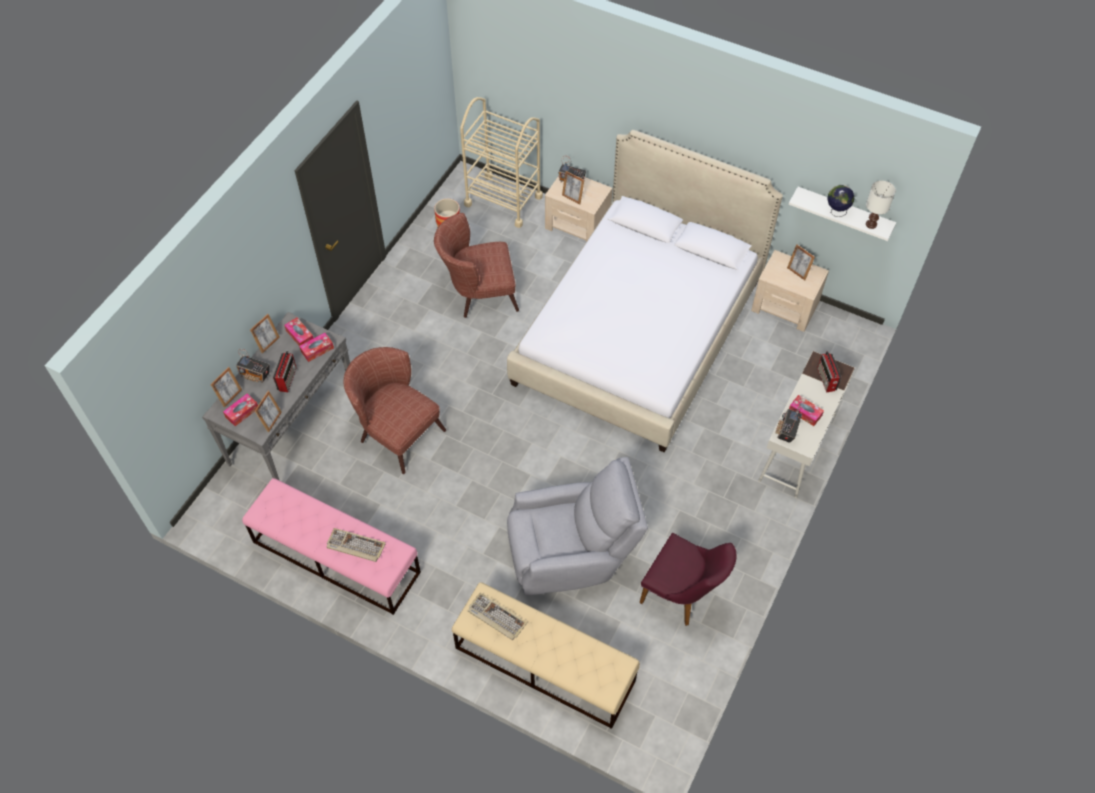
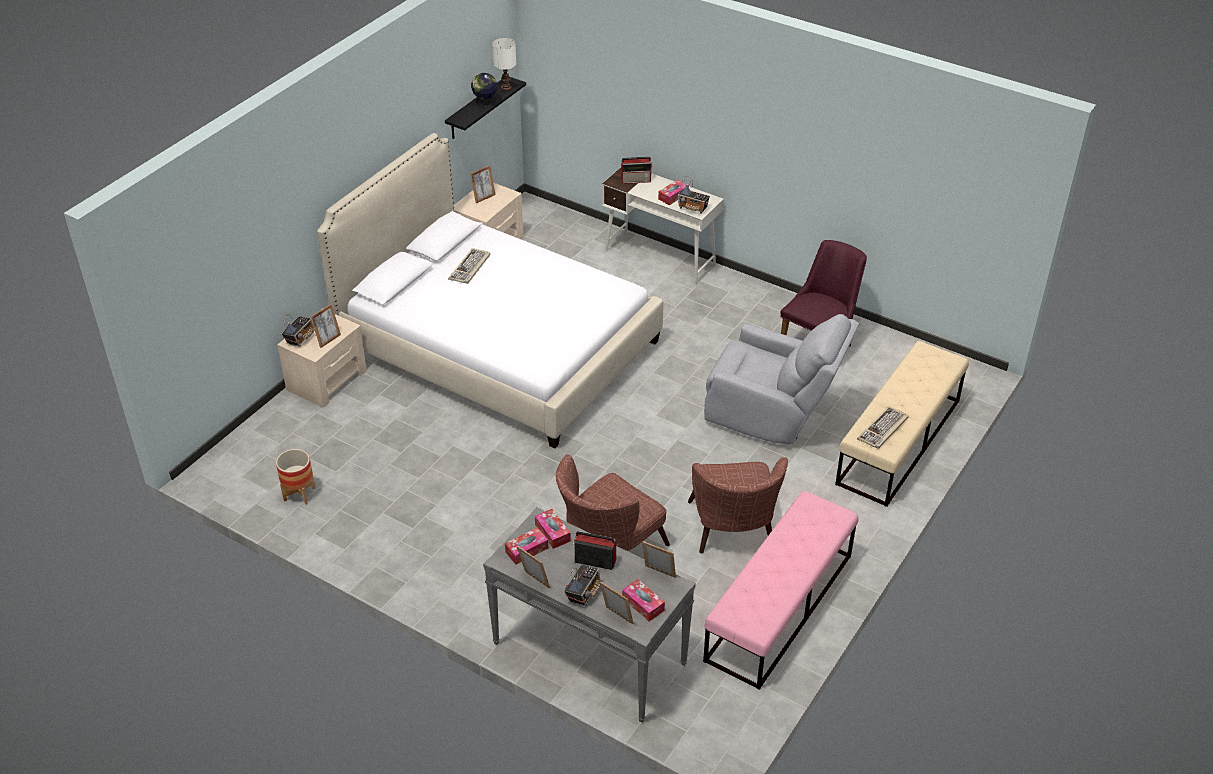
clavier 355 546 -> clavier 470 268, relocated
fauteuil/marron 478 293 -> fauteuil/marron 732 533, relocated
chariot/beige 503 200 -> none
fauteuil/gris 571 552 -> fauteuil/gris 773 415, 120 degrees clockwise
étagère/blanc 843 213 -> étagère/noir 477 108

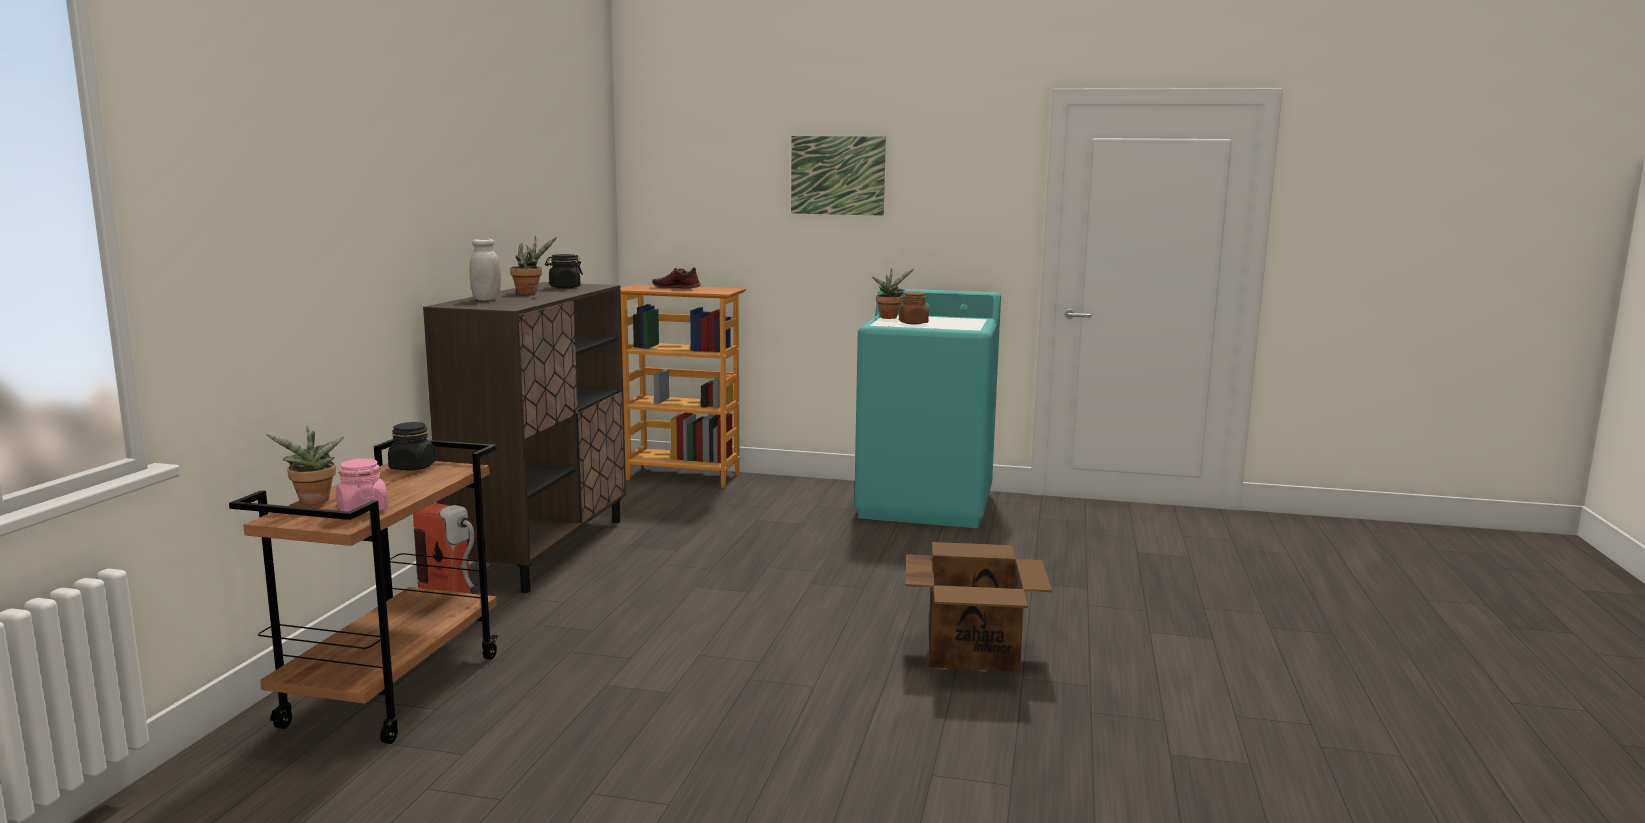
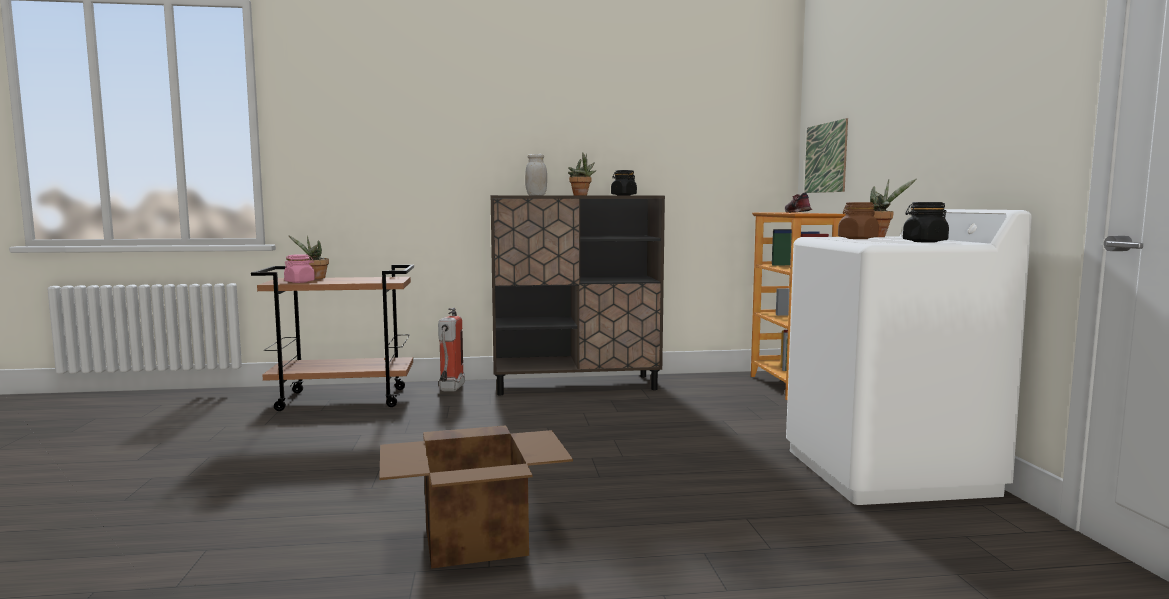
bocal/noir 412 467 -> bocal/noir 924 241, relocated
tableau 837 175 -> tableau 825 158, relocated
lave-linge/turquoise 926 505 -> lave-linge/blanc 888 472

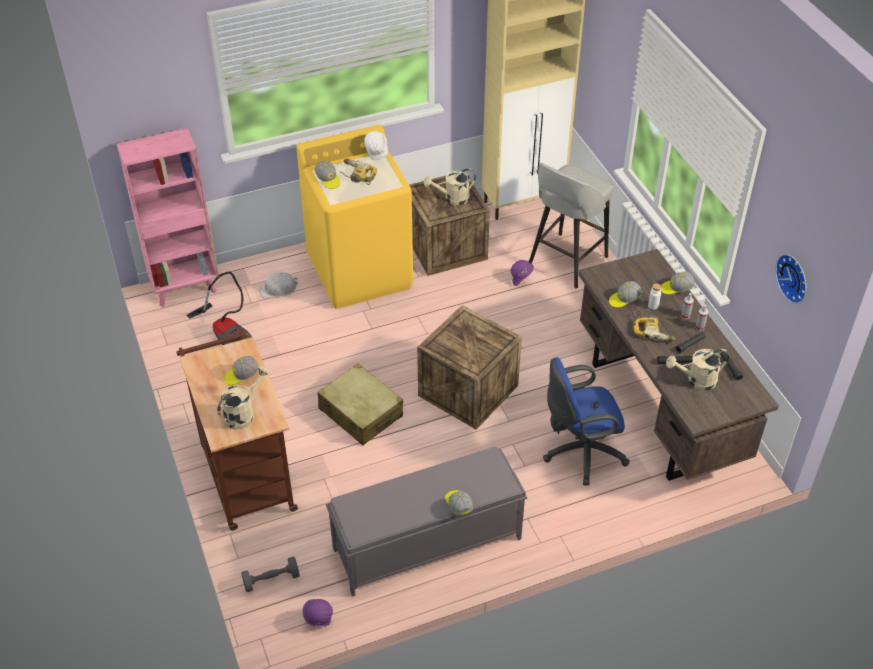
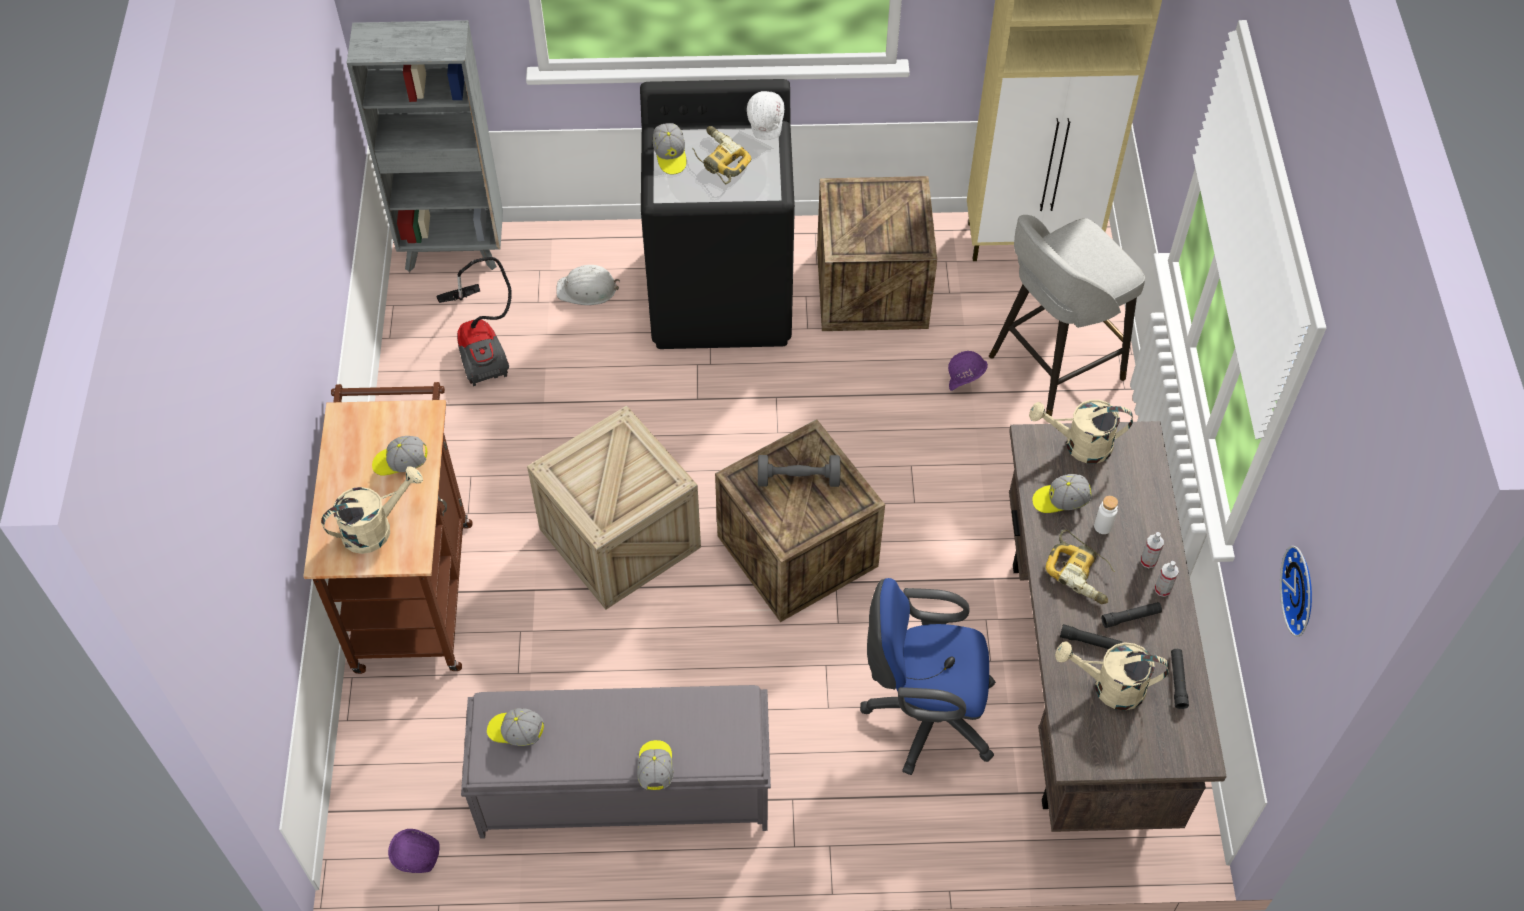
bibliothèque/rose 186 288 -> bibliothèque/gris 455 250
haltère/gris 271 580 -> haltère/gris 798 479, relocated
lave-linge/jaune 360 272 -> lave-linge/noir 722 295
valise/beige 360 413 -> caisse 620 538
arrosoir/beige 452 198 -> arrosoir/beige 1079 445, relocated
casquette 676 288 -> casquette 516 732, relocated

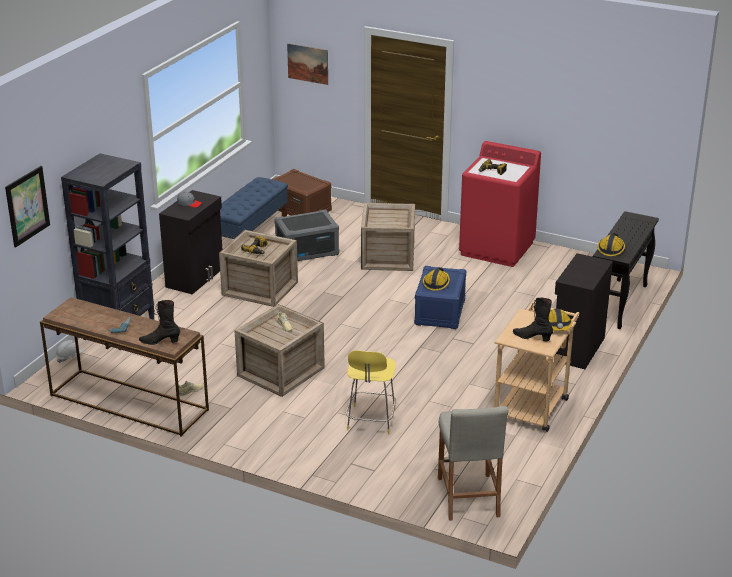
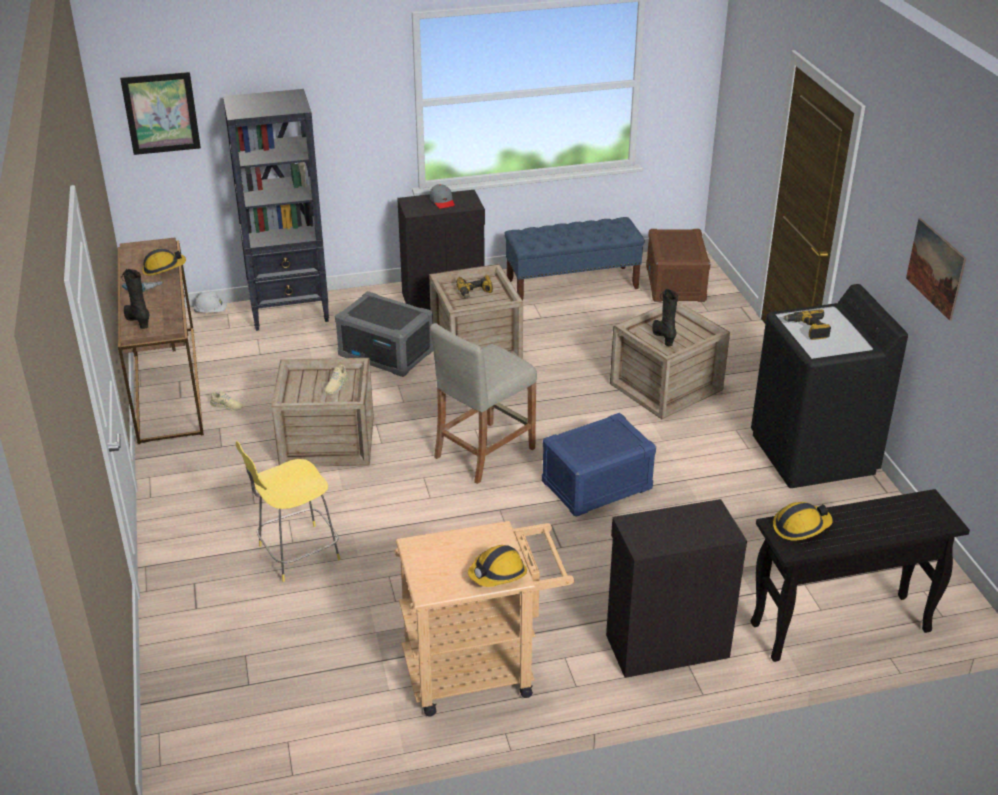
boîte de rangement/gris 307 250 -> boîte de rangement/gris 386 353, relocated
tableau 308 64 -> tableau 935 268, relocated
casque de chantier 436 283 -> casque de chantier 163 268, relocated
tabouret/beige 468 497 -> tabouret/beige 484 452, relocated
lave-linge/rouge 497 249 -> lave-linge/noir 813 454
botte/noir 532 337 -> botte/noir 663 337, relocated

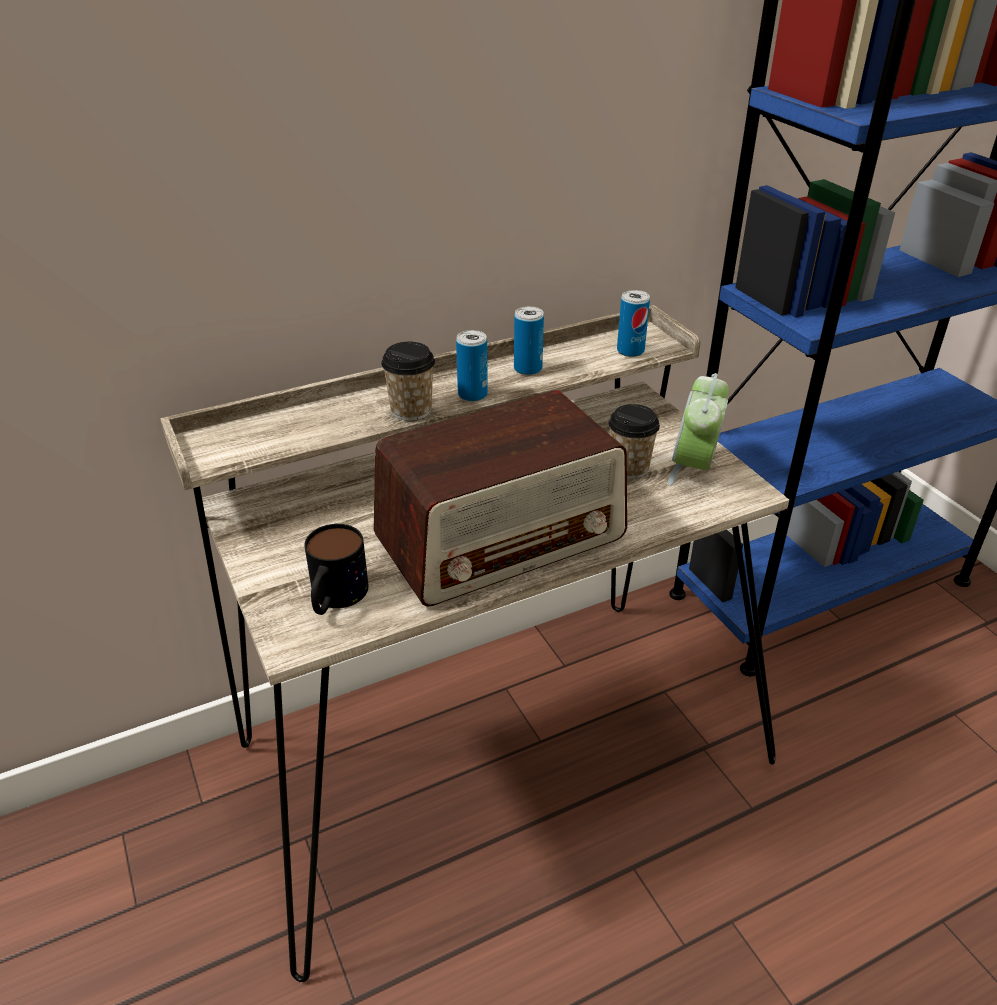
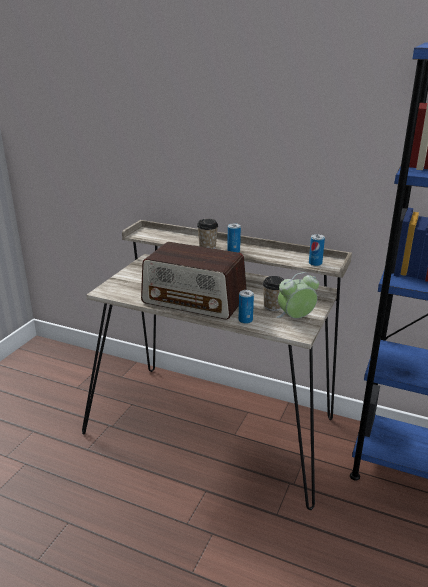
mug 334 598 -> none
boîte métallique 528 369 -> boîte métallique 245 320, relocated

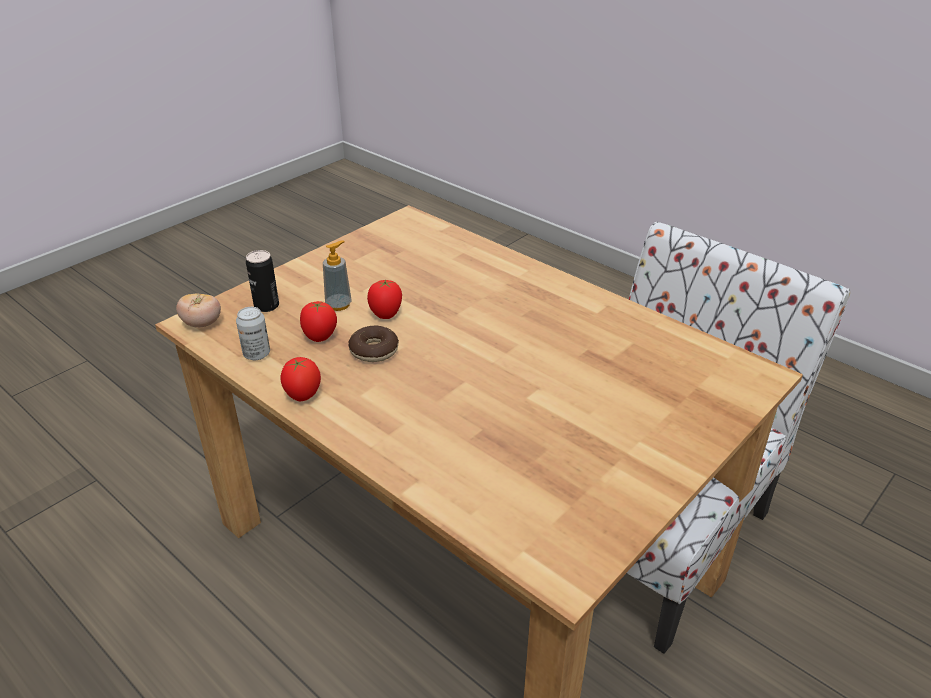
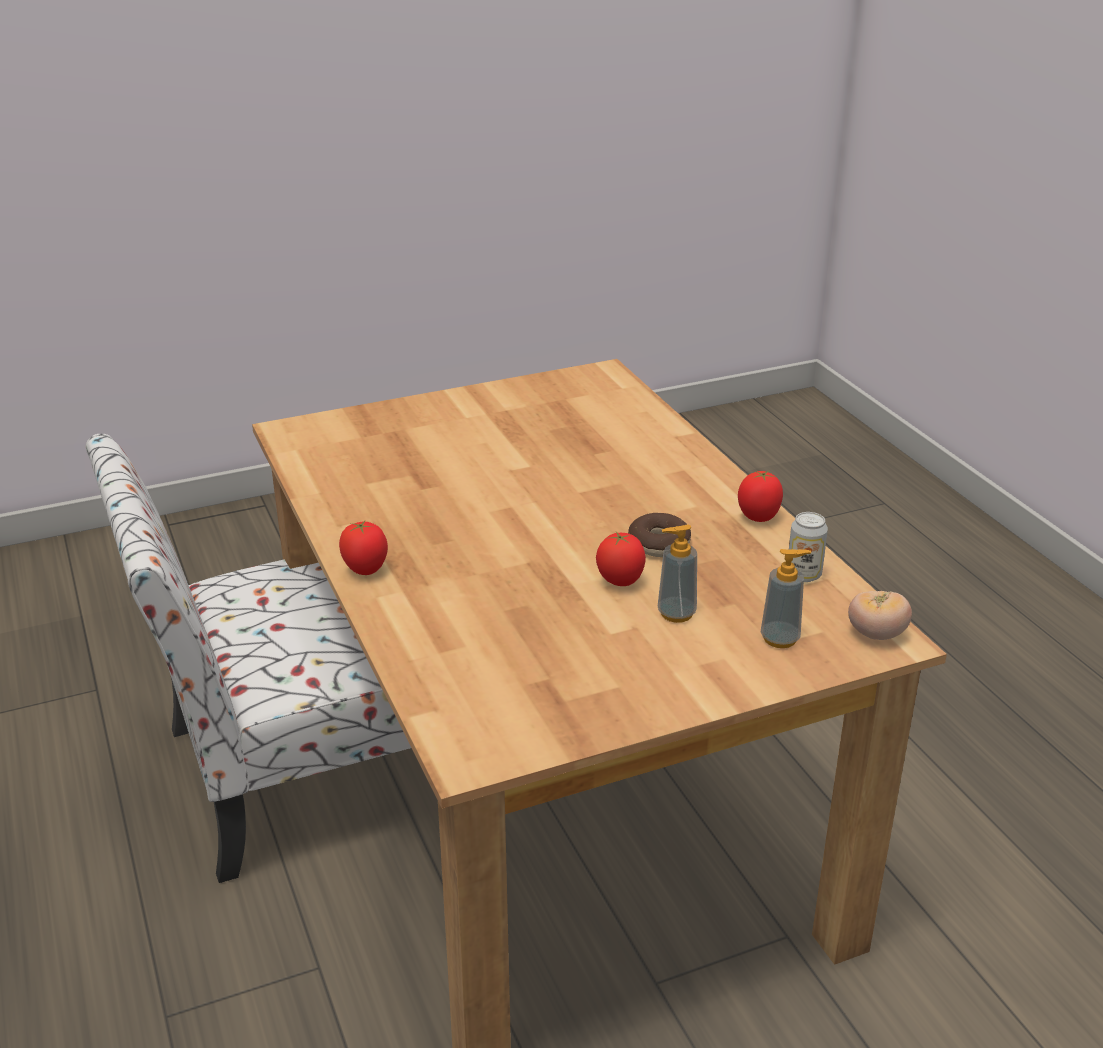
boîte métallique 266 306 -> distributeur de savon 780 638
tomate 320 338 -> tomate 366 570, relocated

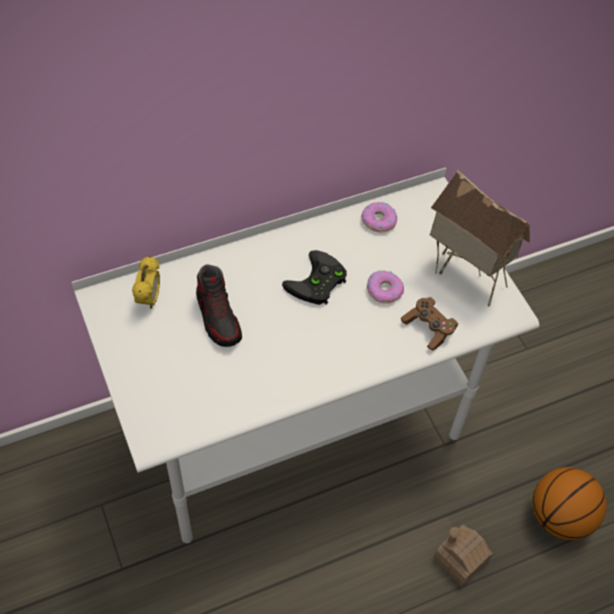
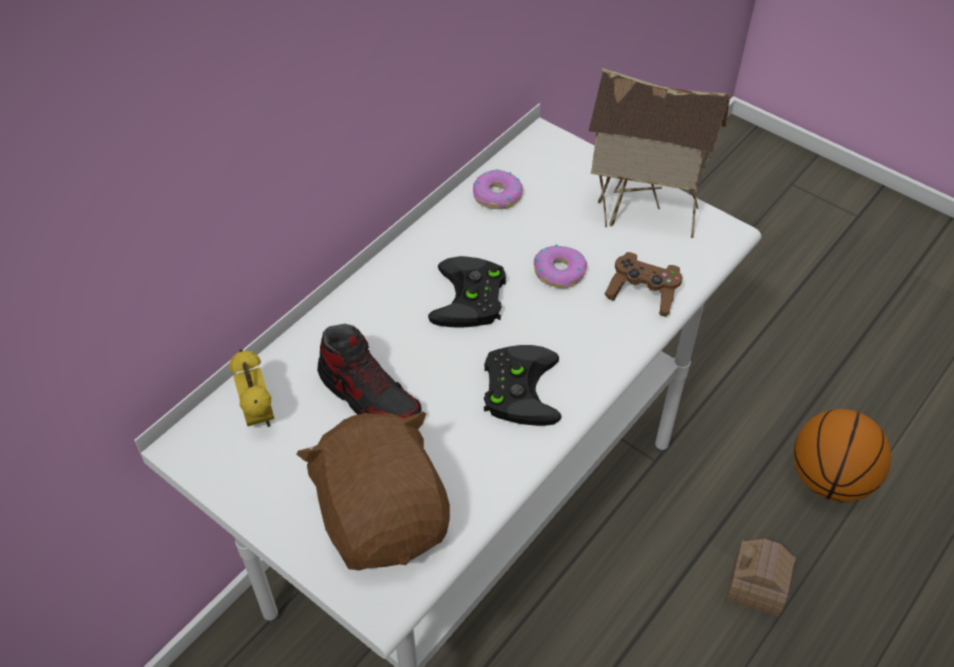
none -> peluche/marron 383 517
none -> manette/noir 518 387

